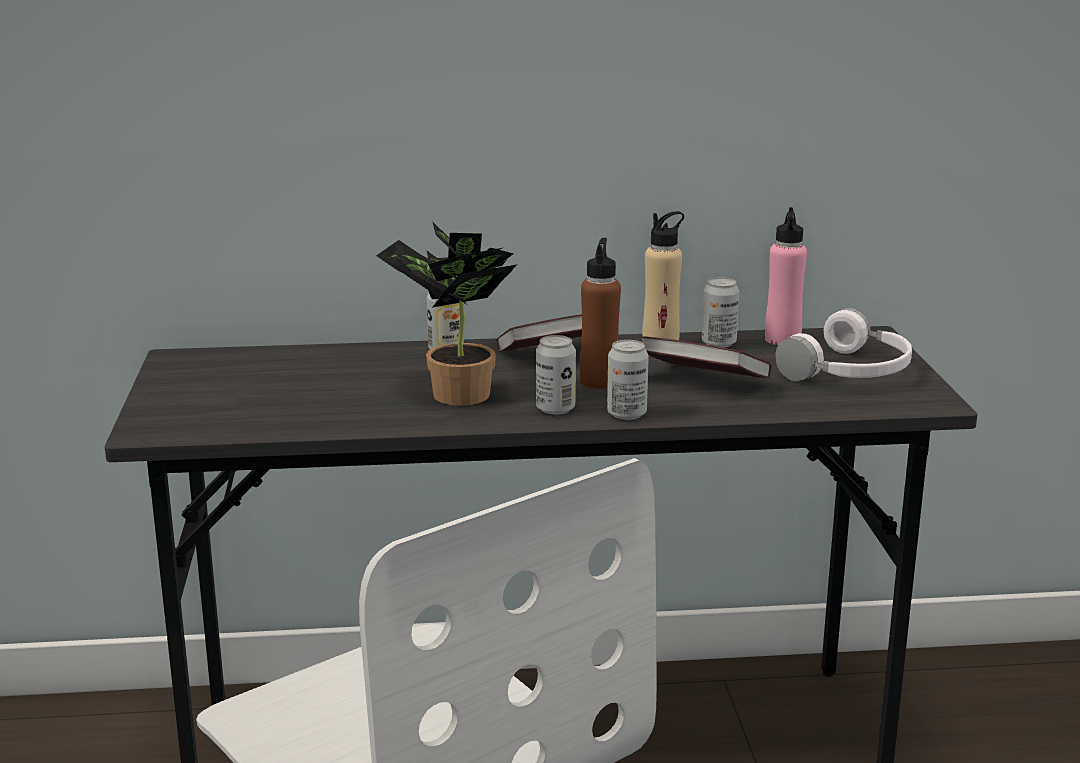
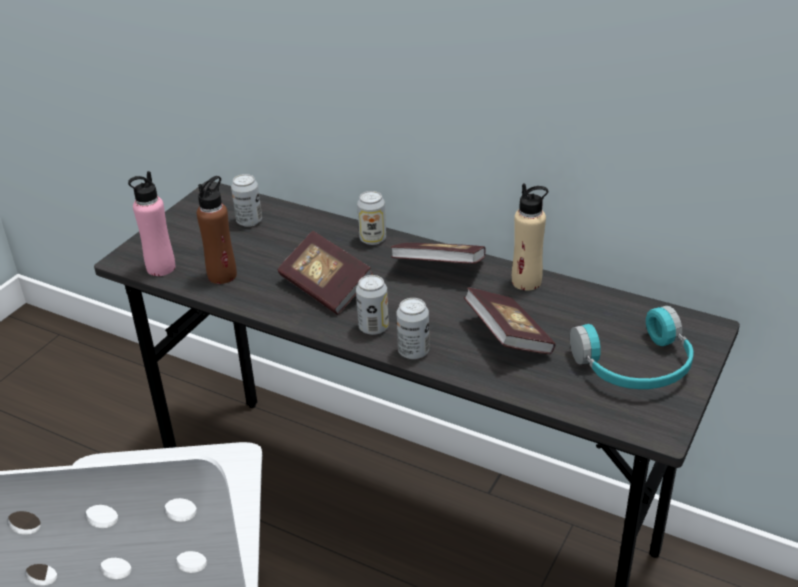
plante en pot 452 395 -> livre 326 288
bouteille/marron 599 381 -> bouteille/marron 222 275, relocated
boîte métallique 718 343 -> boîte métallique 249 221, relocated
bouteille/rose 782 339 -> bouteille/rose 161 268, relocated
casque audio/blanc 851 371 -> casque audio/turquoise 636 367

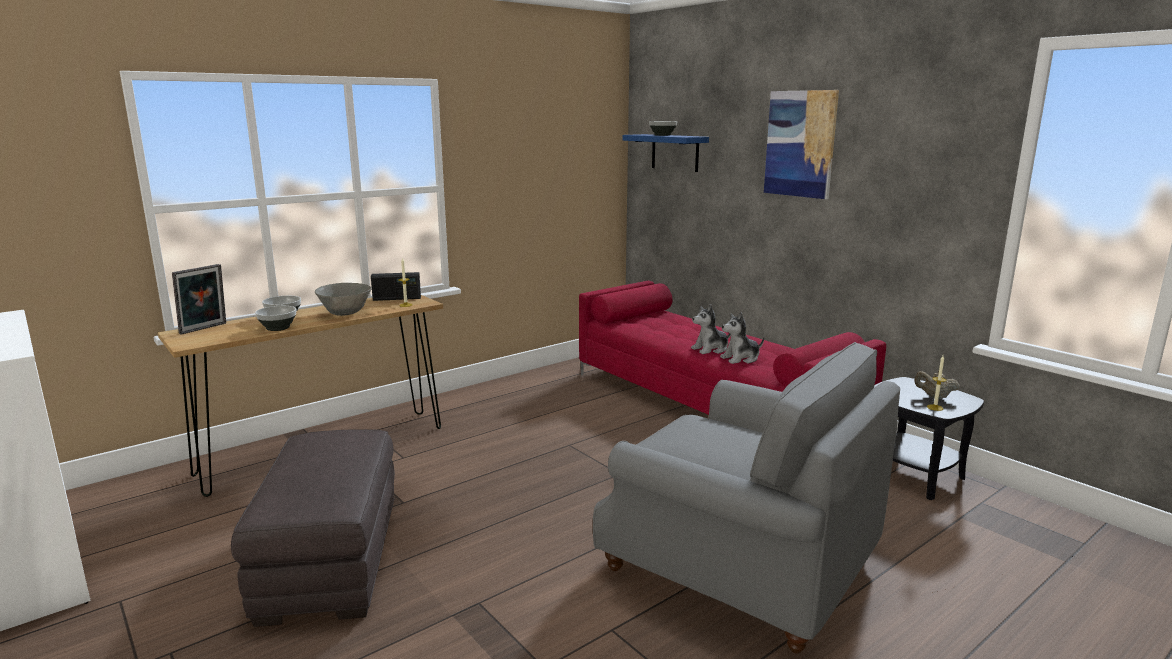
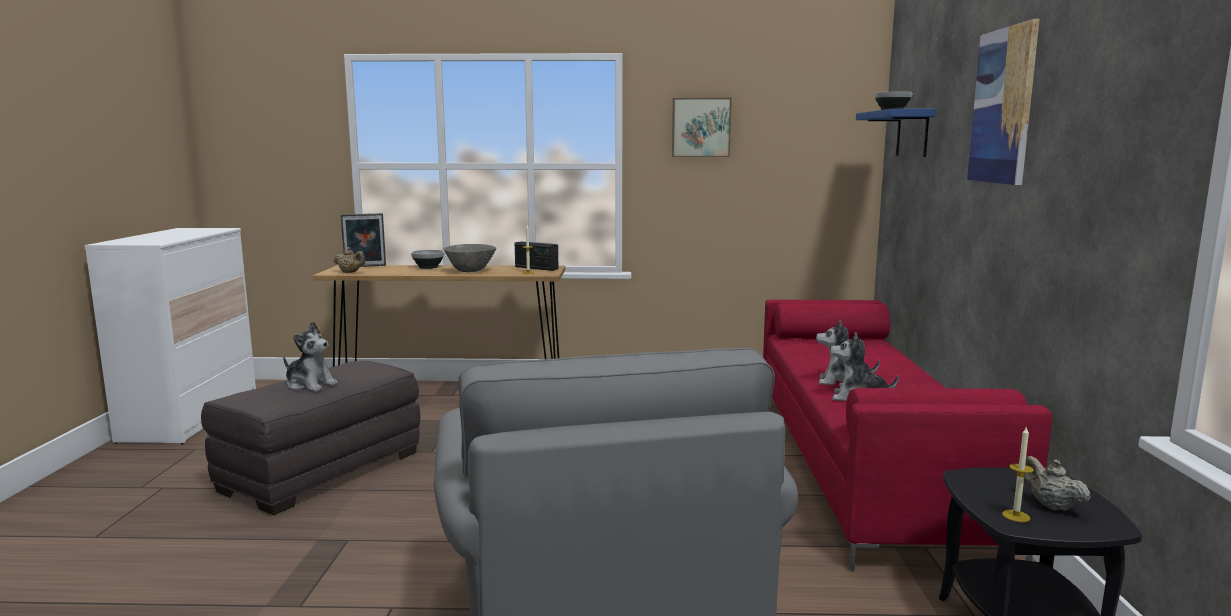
bol 278 328 -> none
none -> peluche 310 385
none -> théière/beige 350 272
none -> tableau 701 127

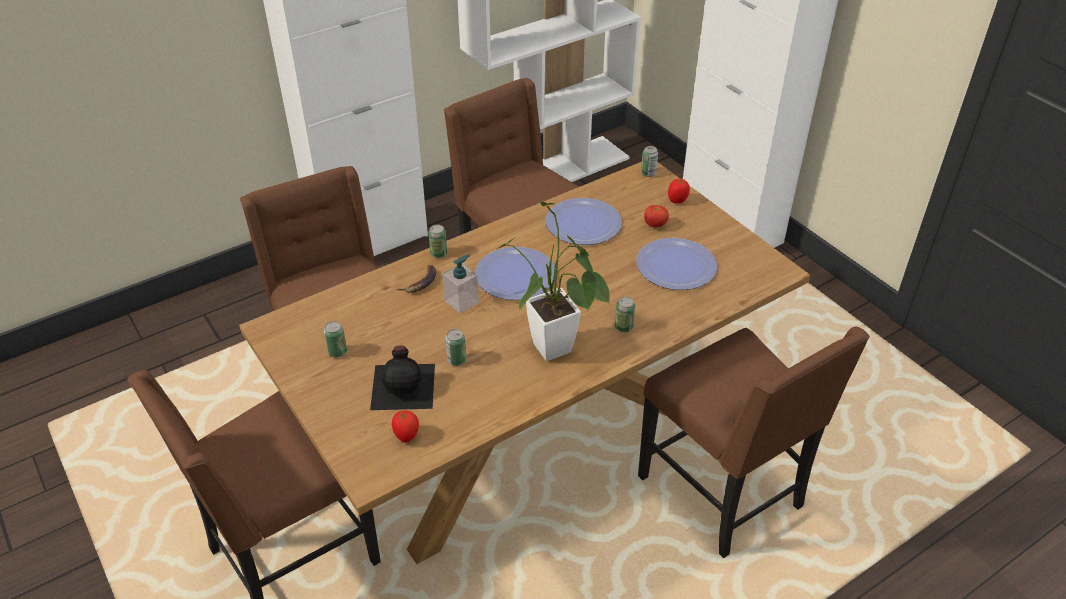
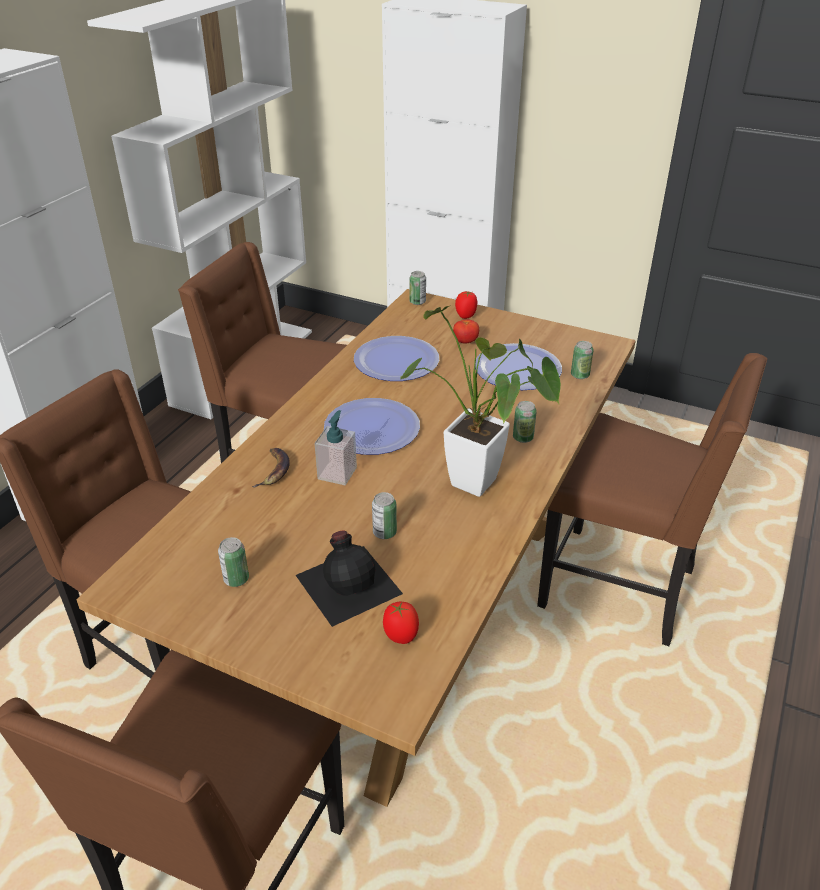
boîte métallique 438 254 -> boîte métallique 580 375, relocated

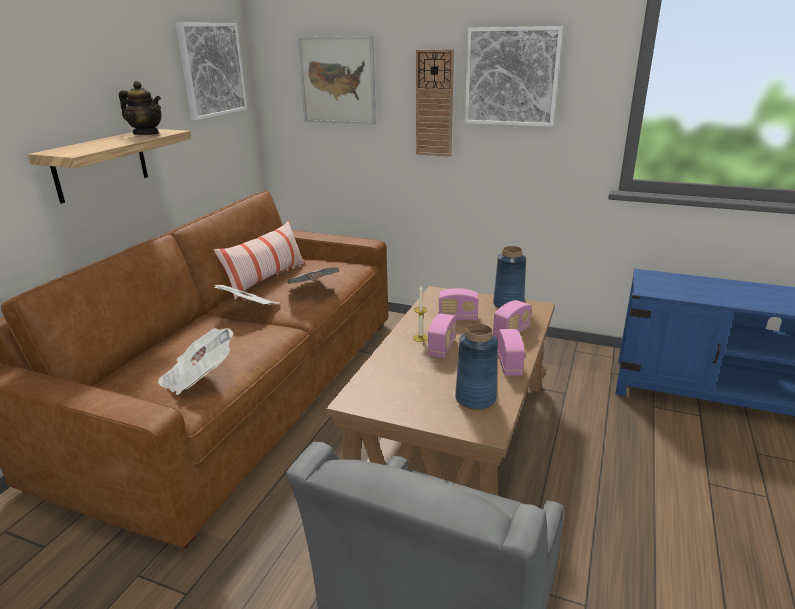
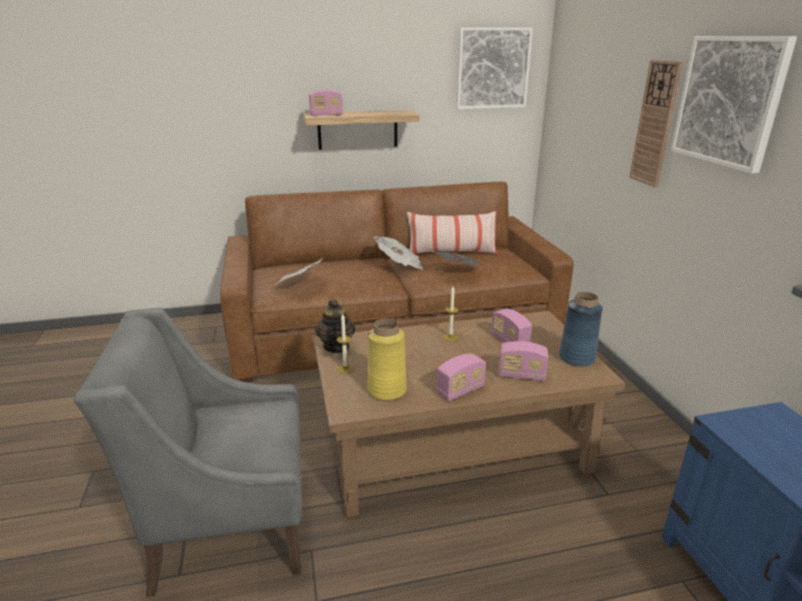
théière 146 134 -> théière 336 346, relocated
tableau 337 80 -> none
radio 442 348 -> radio 326 115, relocated
vase/bleu 476 398 -> vase/jaune 387 390
none -> bougie 345 369

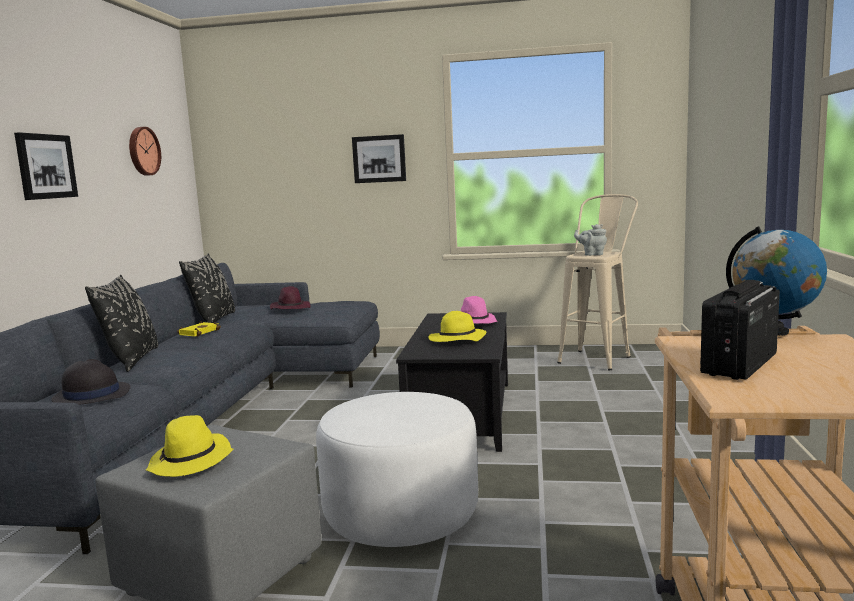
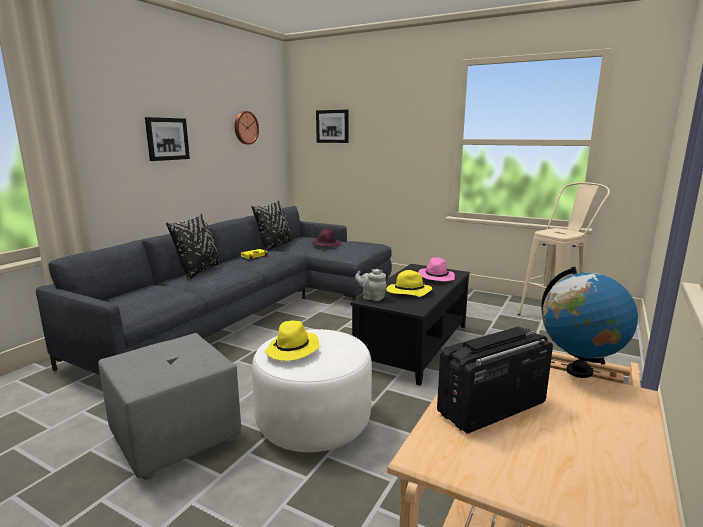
chapeau/noir 91 395 -> none
chapeau/jaune 191 462 -> chapeau/jaune 293 350, relocated
tableau 379 159 -> tableau 332 126, relocated
théière/gris 592 254 -> théière/gris 372 297, relocated

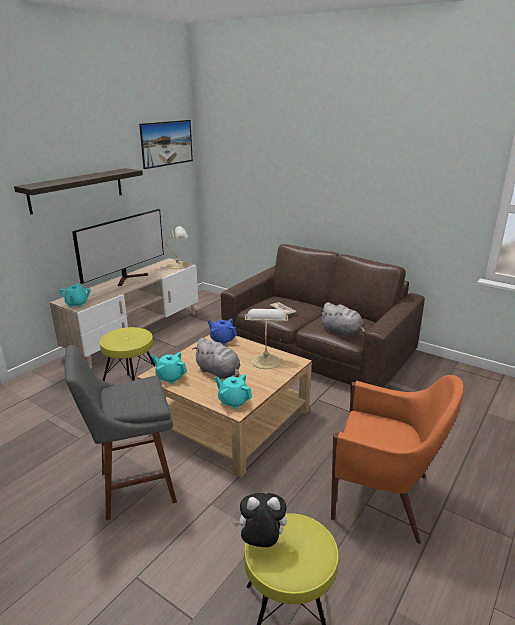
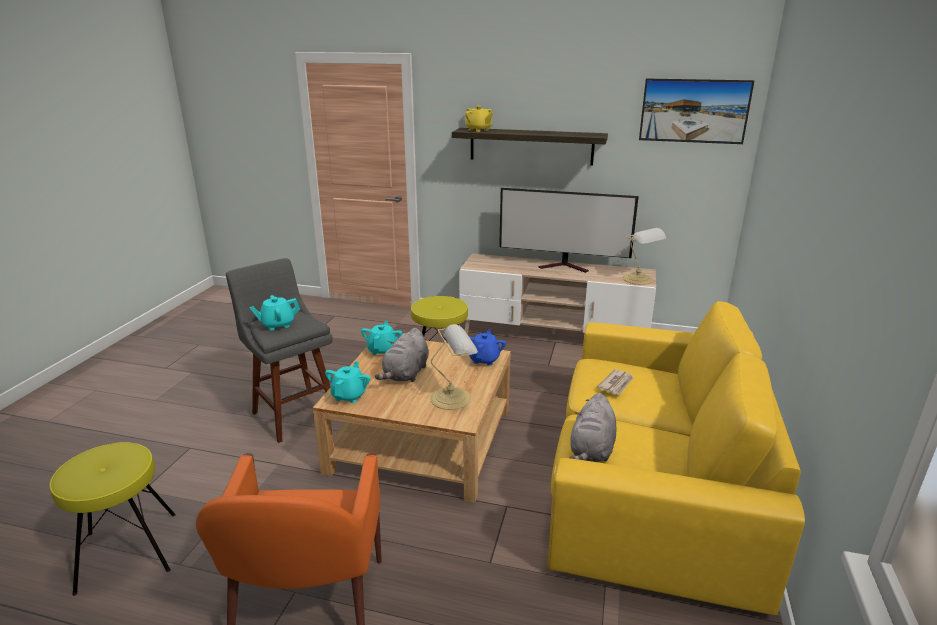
théière/turquoise 77 304 -> théière/turquoise 277 324, relocated
canapé/marron 317 349 -> canapé/jaune 651 481
peluche 261 542 -> none
none -> théière/jaune 478 130

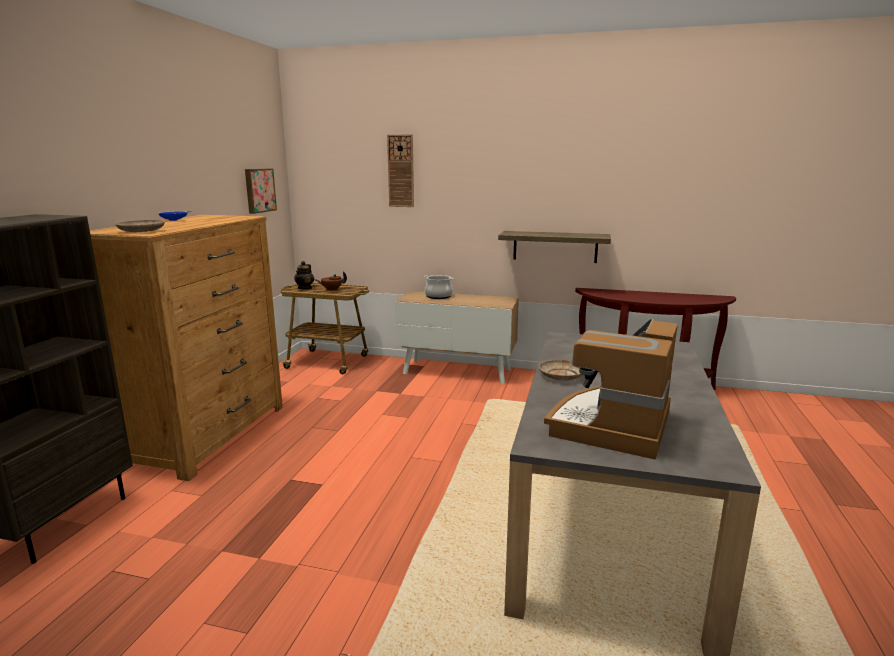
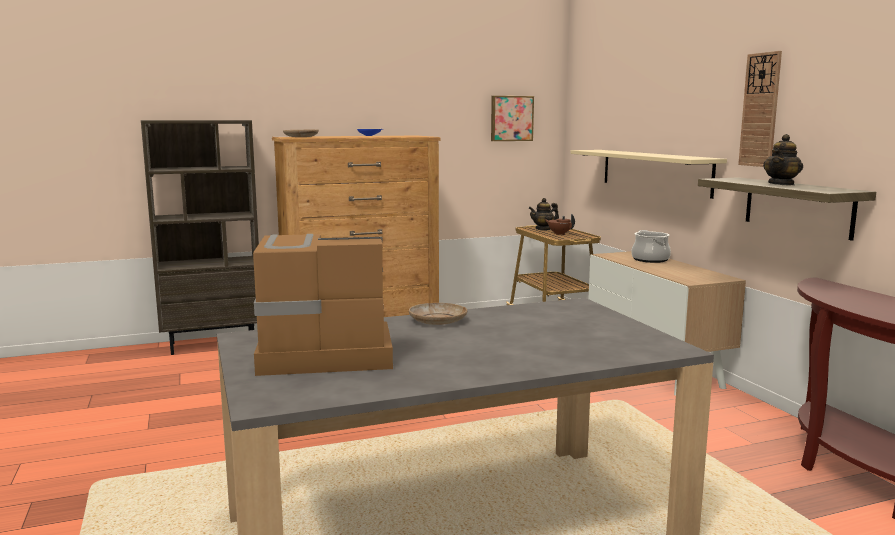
horloge murale 401 171 -> horloge murale 760 110, relocated
none -> étagère/beige 654 171
none -> théière 781 184

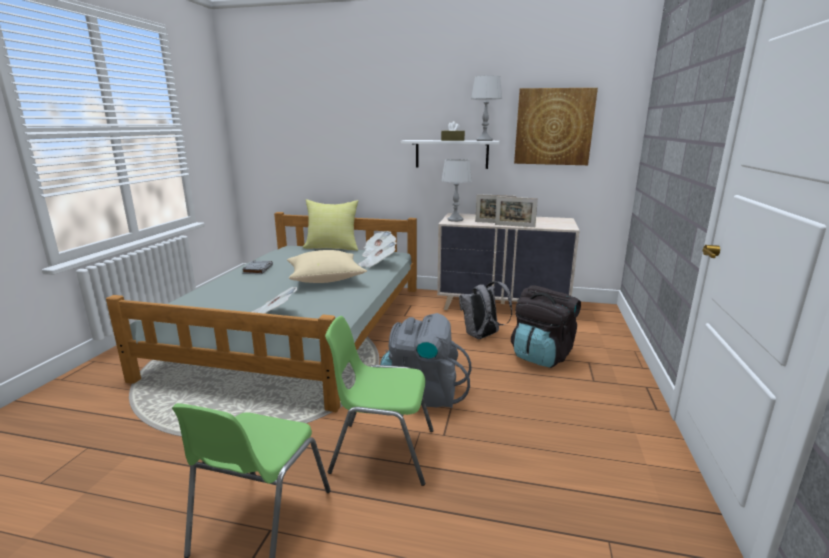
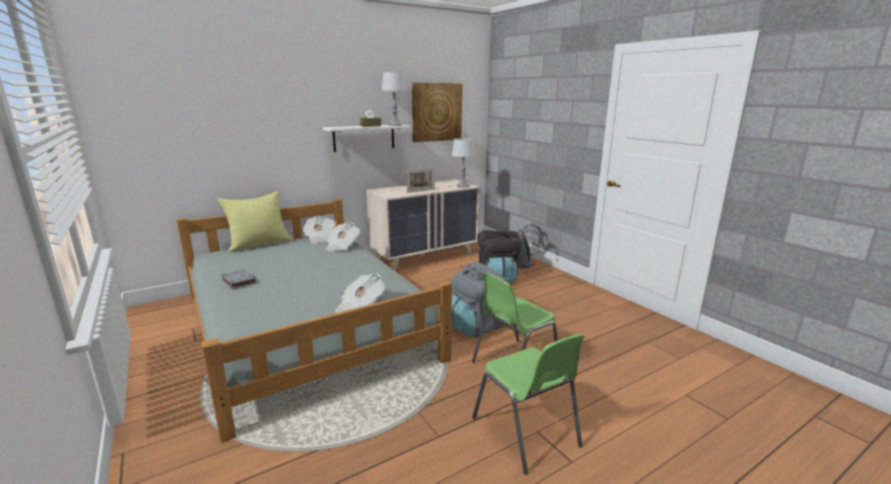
coussin/beige 326 279 -> none
lampe de table/gris 455 220 -> lampe de table/gris 462 186, relocated
sac à dos/gris 482 336 -> sac à dos/gris 524 266, relocated
cadre photo 514 226 -> none

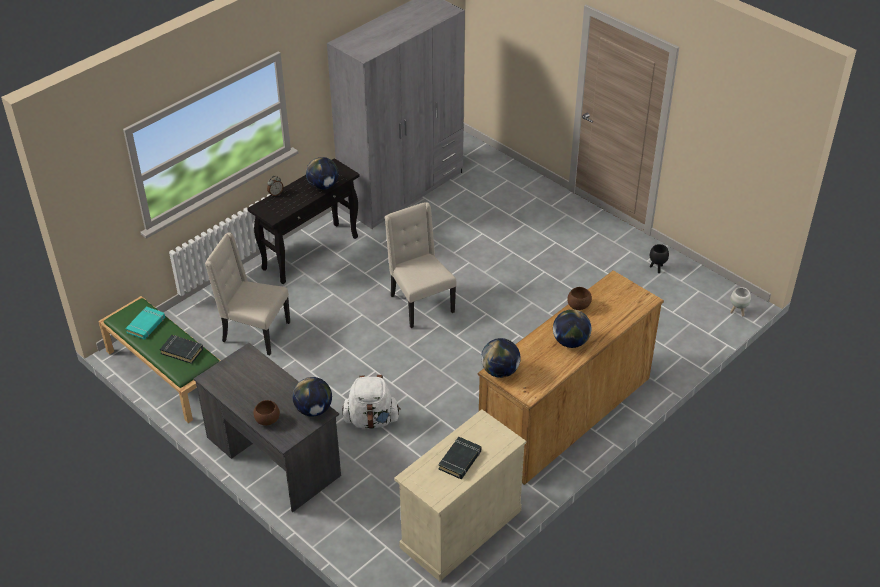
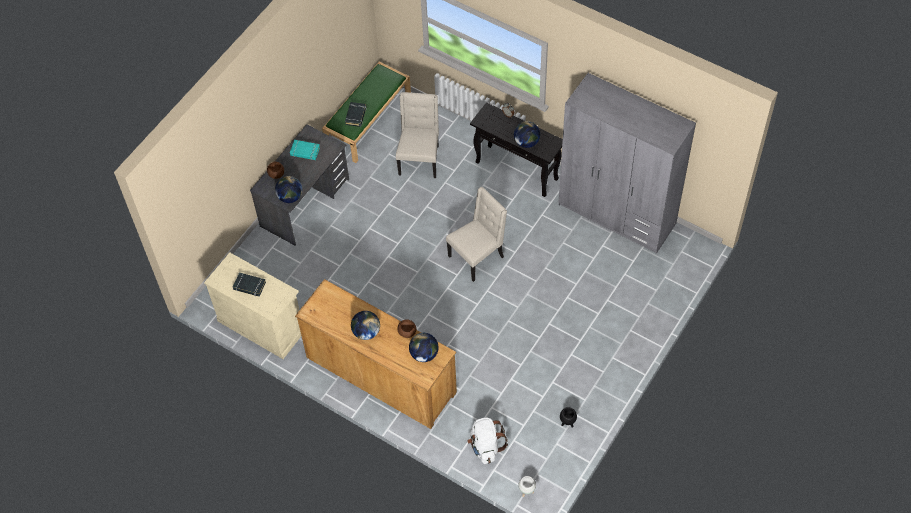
livre/turquoise 146 325 -> livre/turquoise 305 151, relocated
sac à dos/blanc 371 420 -> sac à dos/blanc 485 446, relocated
globe 500 371 -> globe 424 354, relocated

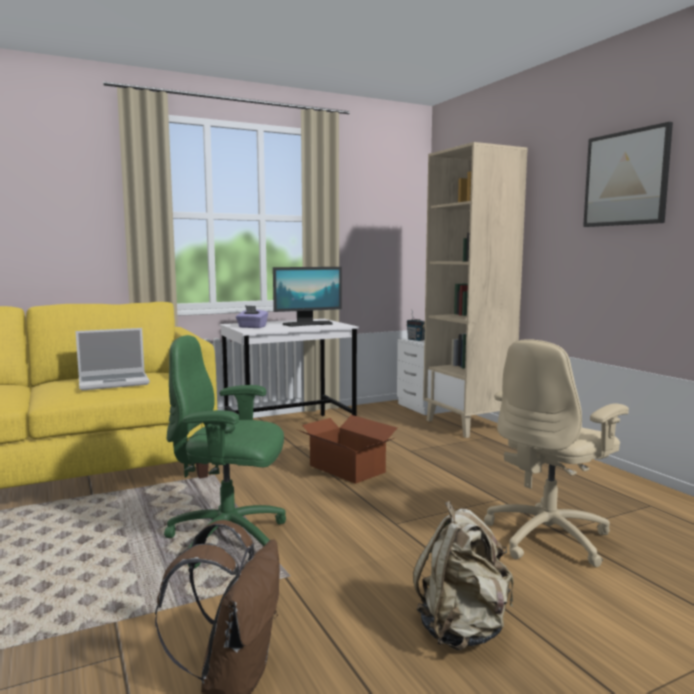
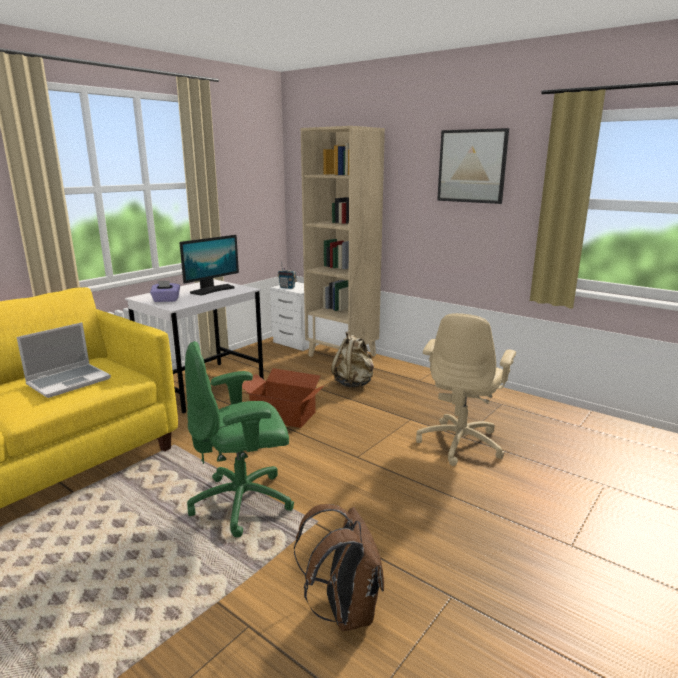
sac à dos/beige 463 629 -> sac à dos/beige 354 383, relocated

